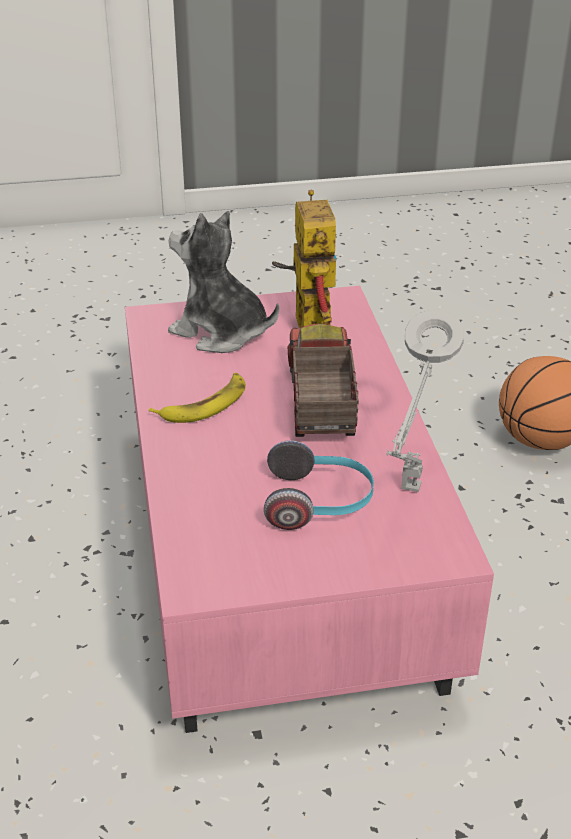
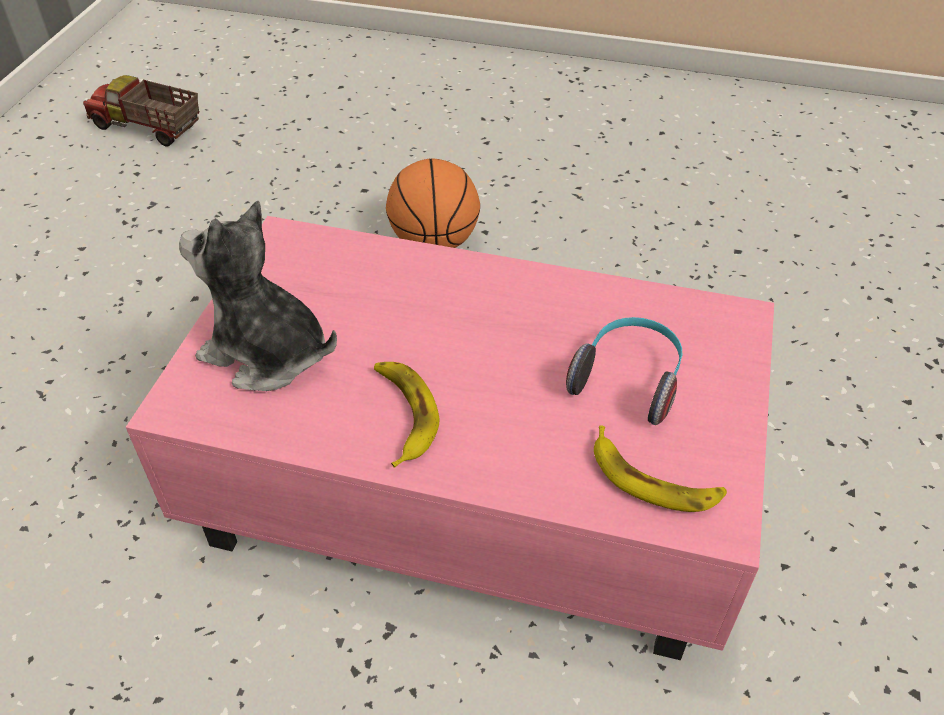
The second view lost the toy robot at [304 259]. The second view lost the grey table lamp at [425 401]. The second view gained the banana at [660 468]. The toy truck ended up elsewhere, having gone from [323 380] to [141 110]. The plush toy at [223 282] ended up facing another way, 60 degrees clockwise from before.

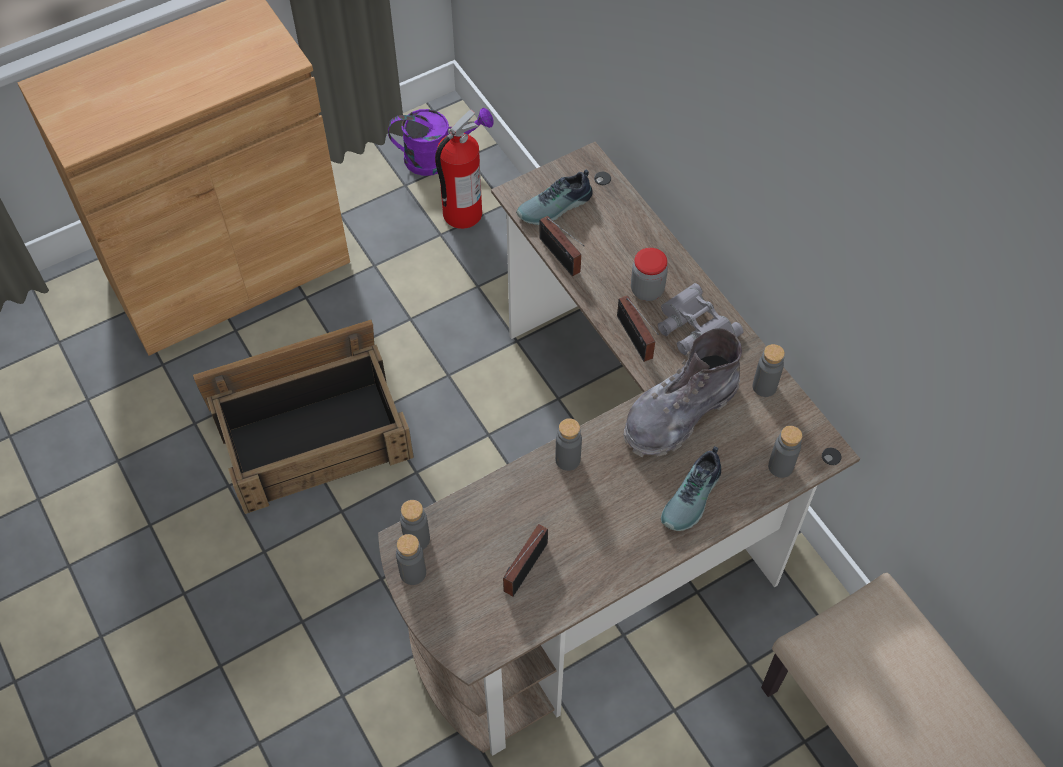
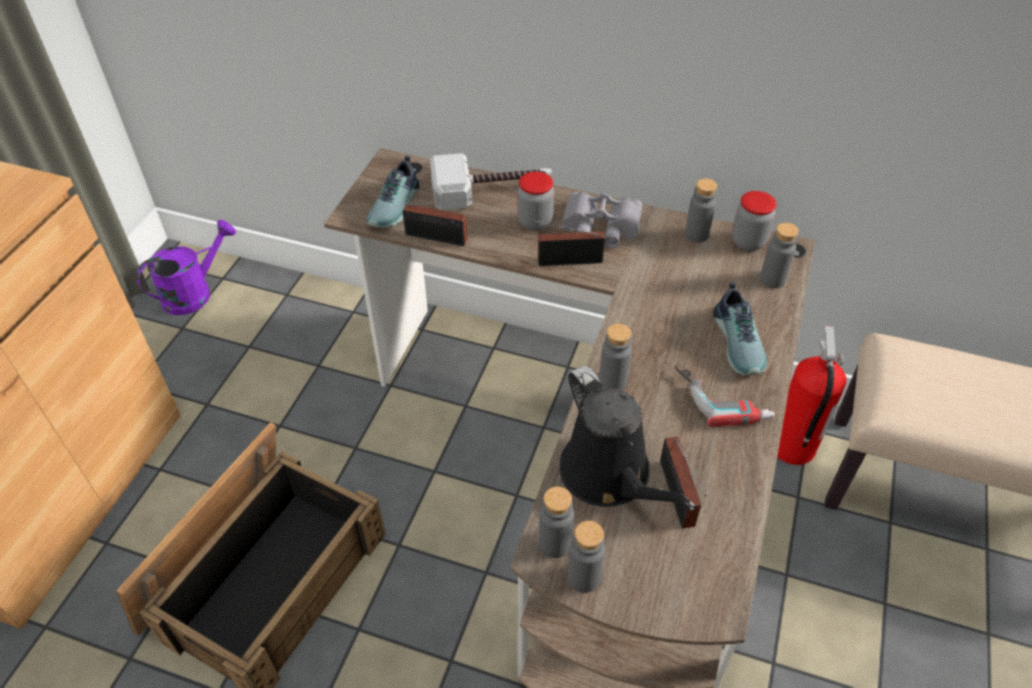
The second view lost the grey boot at [682 392]. The second view gained the hammer at [491 181]. The second view gained the black watering can at [628 438]. The second view gained the power drill at [725 396]. The second view gained the jar at [754 221]. The fire extinguisher ended up elsewhere, having gone from [458 169] to [812 395]. The radio at [638 328] ended up facing another way, 150 degrees clockwise from before.

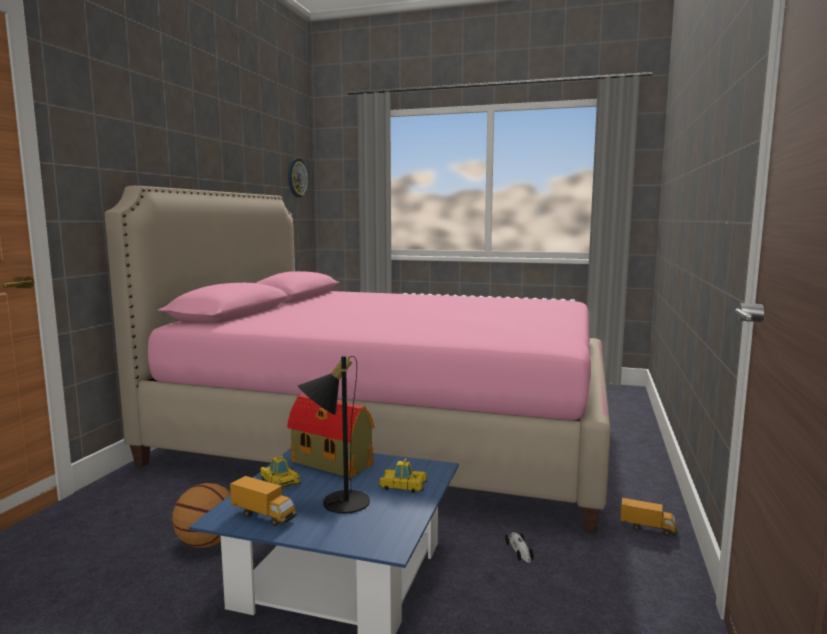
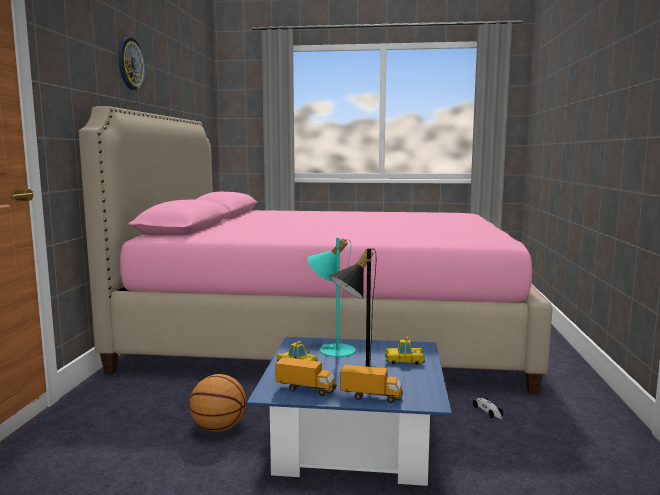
The wall clock ended up elsewhere, having gone from [298 178] to [131 63]. The toy truck ended up elsewhere, having gone from [648 517] to [371 384]. Where the toy house stood at [331 436], the turquoise table lamp came to stand at [331 297].

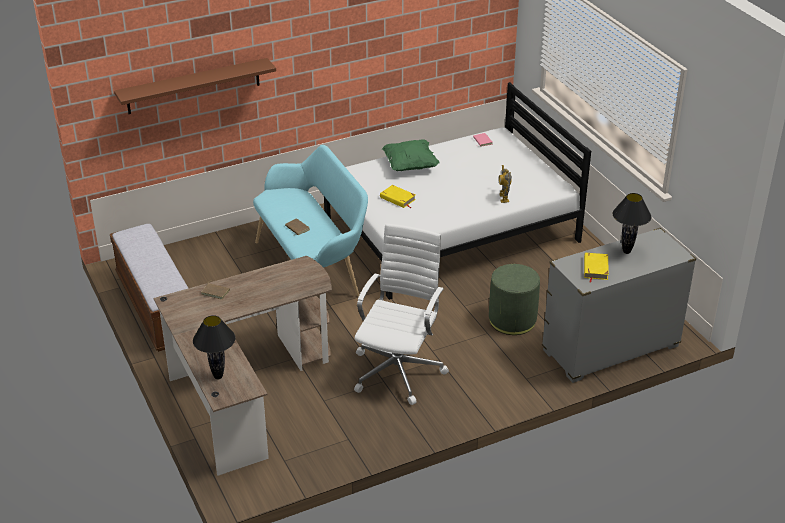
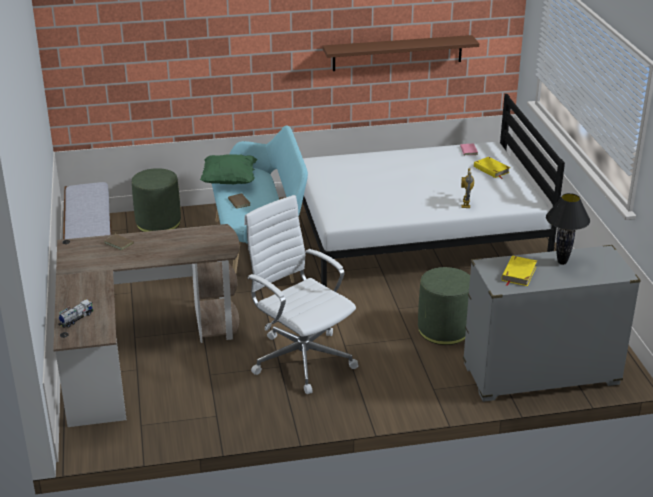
The second view gained the green ottoman at [156 200]. The brown shelf ended up elsewhere, having gone from [195 86] to [401 53]. The yellow book ended up elsewhere, having gone from [398 196] to [492 168]. The green pillow ended up elsewhere, having gone from [411 155] to [229 169]. Where the black table lamp stood at [214 347], the toy truck came to stand at [75 313]. The white office chair at [401 314] ended up facing another way, 75 degrees counterclockwise from before.

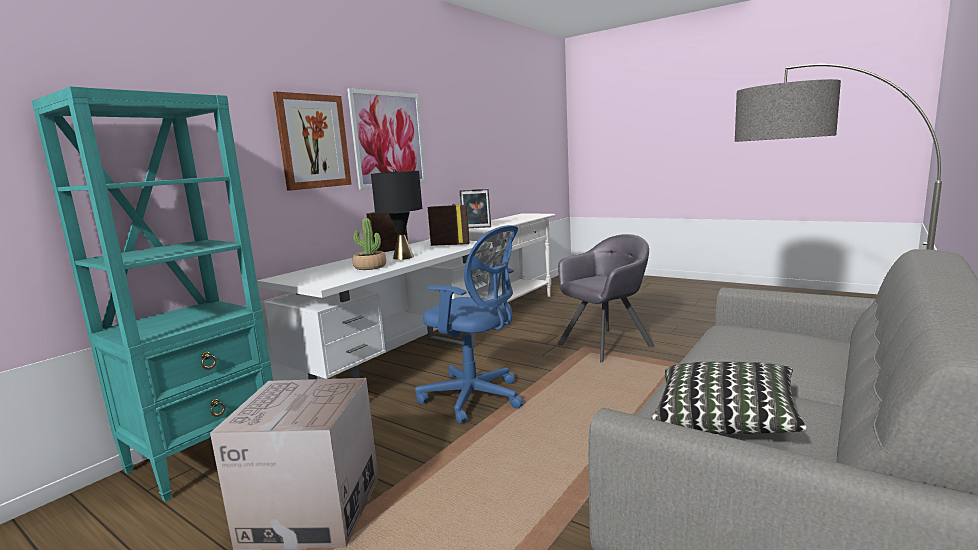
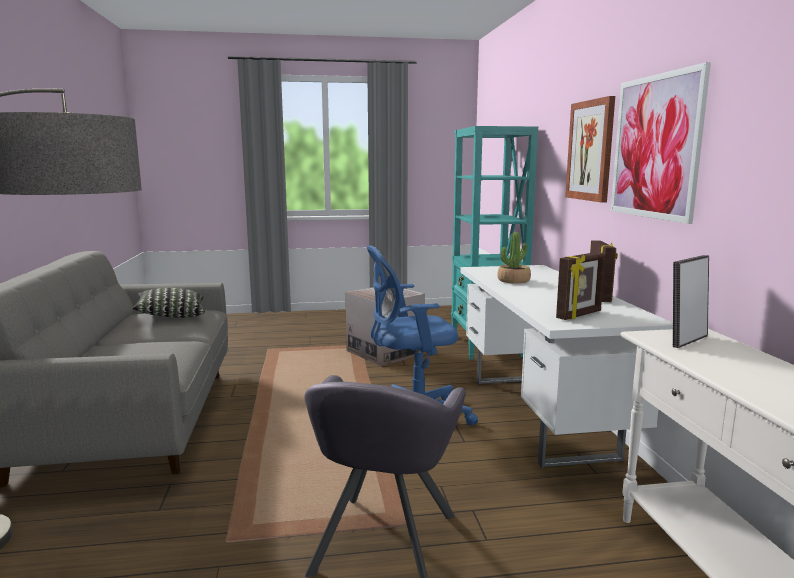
The second view lost the black table lamp at [396 214].

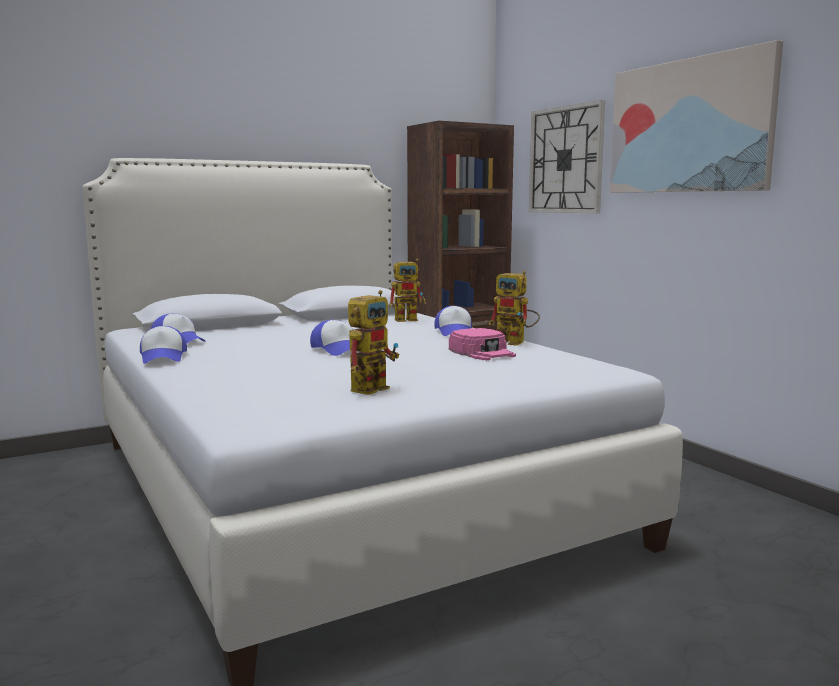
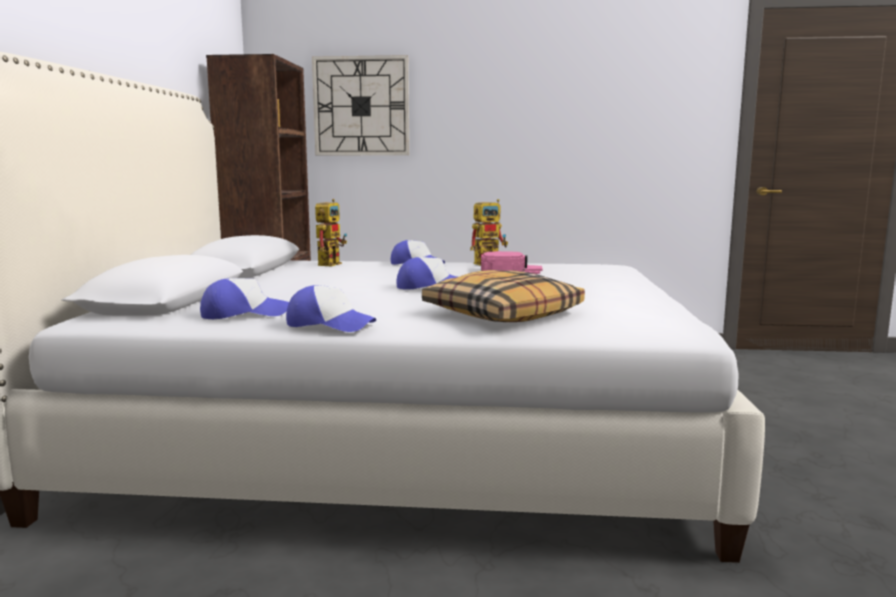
The second view lost the toy robot at [373 342]. The second view lost the picture at [696 116]. The second view gained the pillow at [503 296].

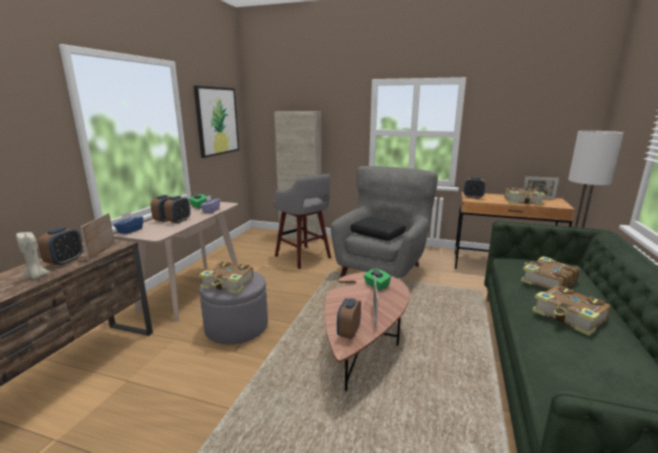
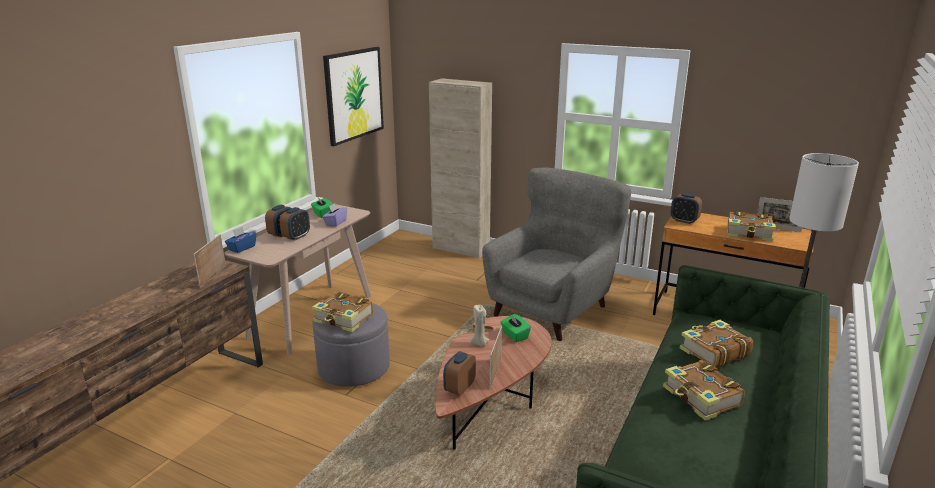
The second view lost the alarm clock at [60 246]. The second view lost the grey stool at [302 221]. The second view lost the black pillow at [378 229]. The beige candle ended up elsewhere, having gone from [33 255] to [479 326].

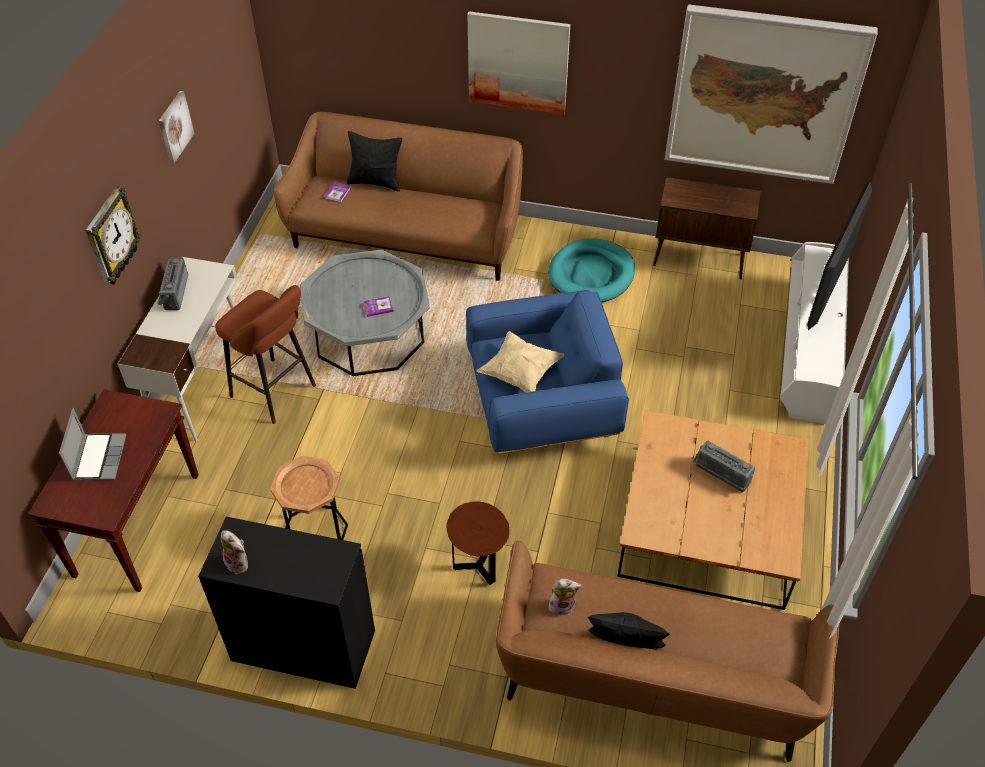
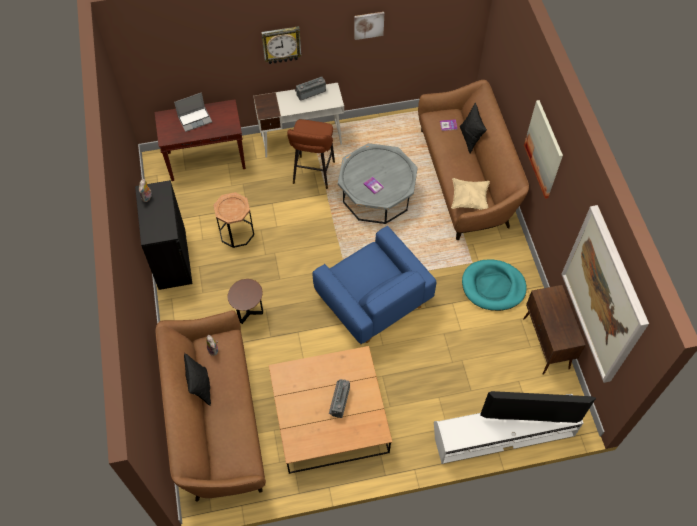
The beige pillow ended up elsewhere, having gone from [520 361] to [470 194].

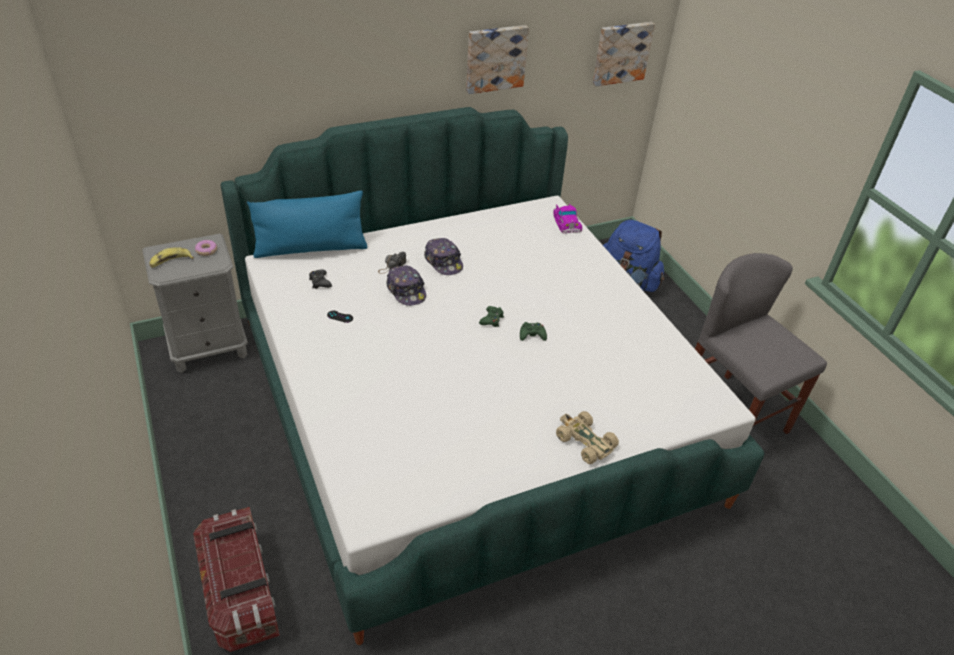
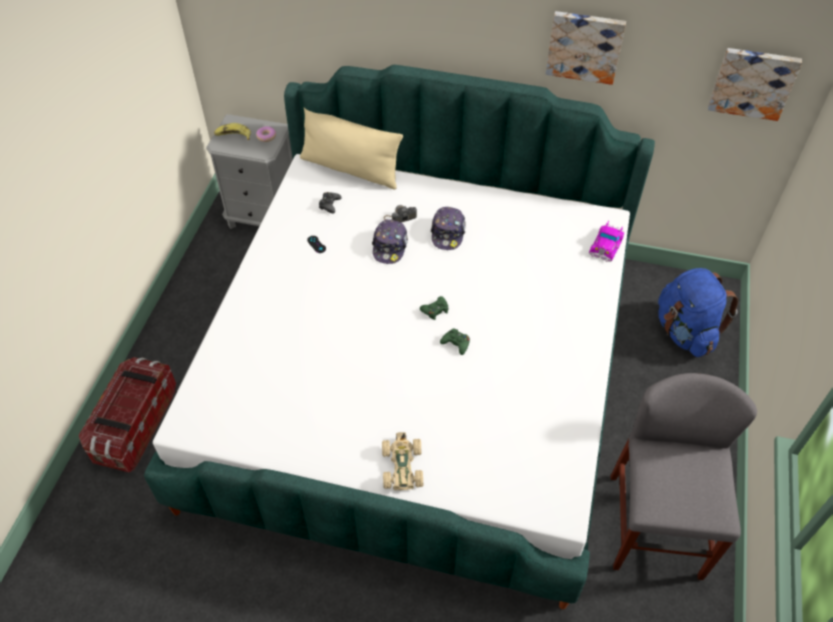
What was the blue pillow at [307 224] turned into the beige pillow at [351 149].

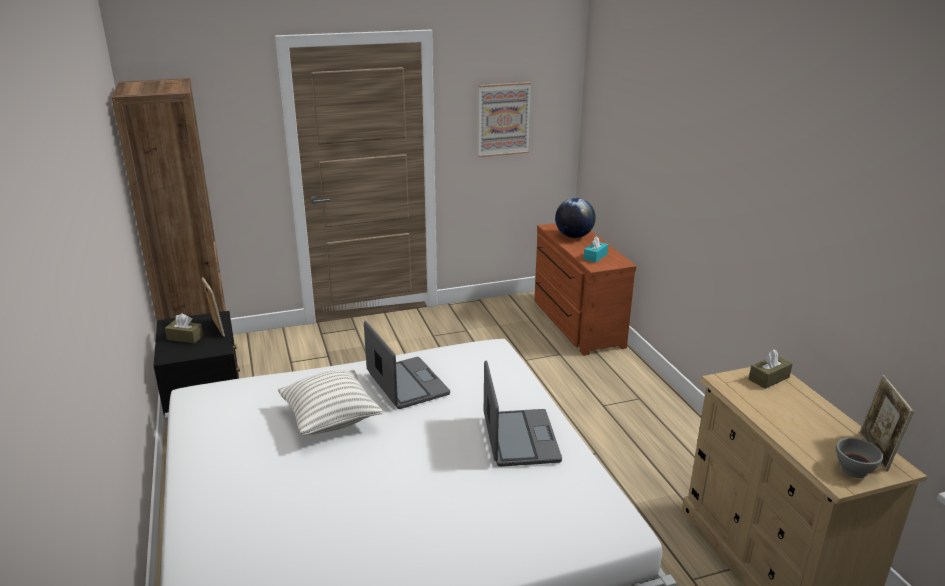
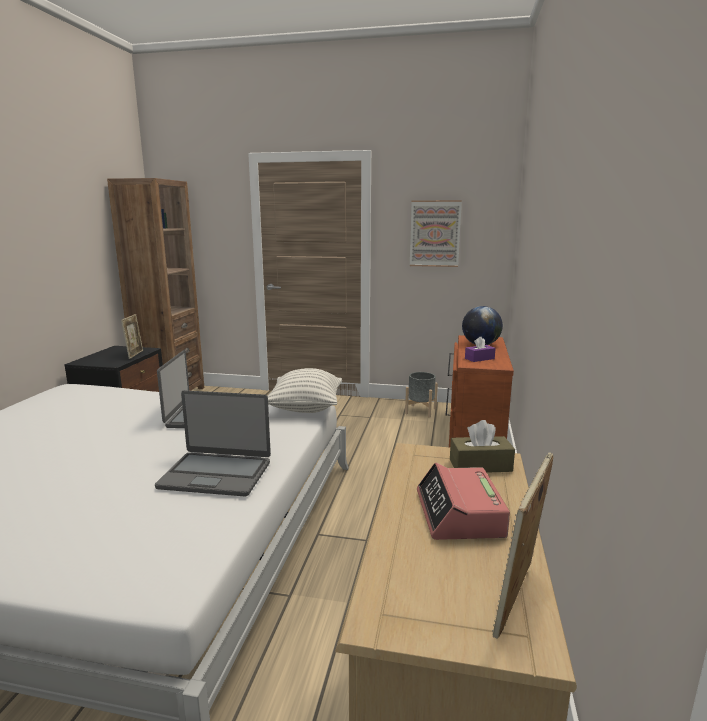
The second view lost the brown tissue box at [184 328]. The second view lost the grey bowl at [859 458]. The second view gained the grey planter at [421 395]. The second view gained the alarm clock at [463 501]. The pillow ended up elsewhere, having gone from [330 402] to [305 390]. What was the turquoise tissue box at [596 249] turned into the purple tissue box at [480 349]. The laptop at [523 413] ended up facing another way, 75 degrees clockwise from before.

